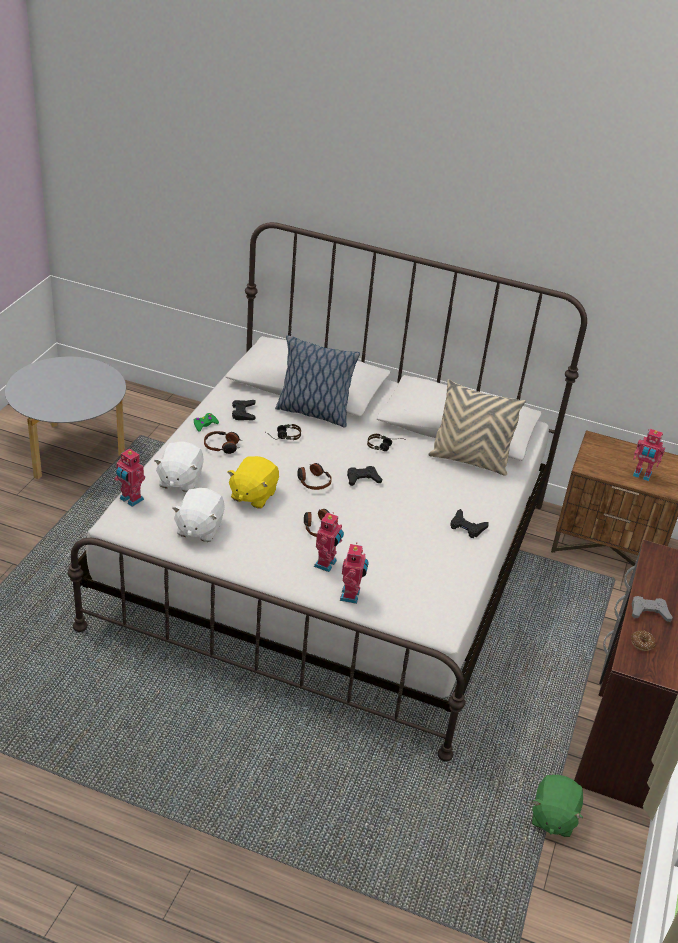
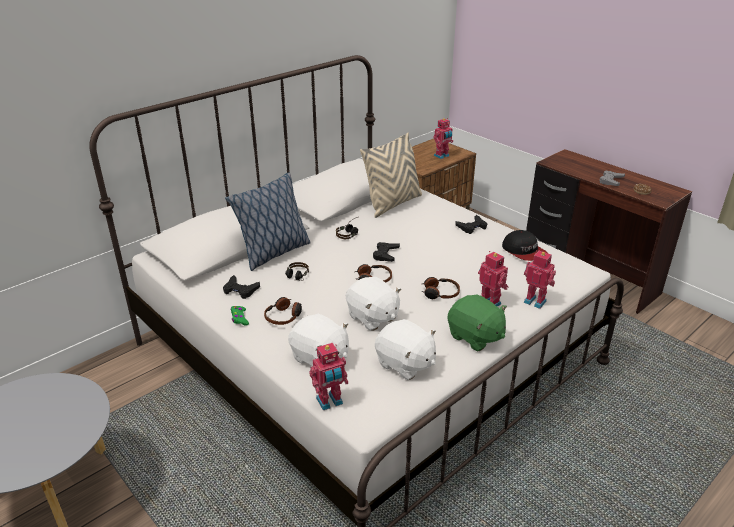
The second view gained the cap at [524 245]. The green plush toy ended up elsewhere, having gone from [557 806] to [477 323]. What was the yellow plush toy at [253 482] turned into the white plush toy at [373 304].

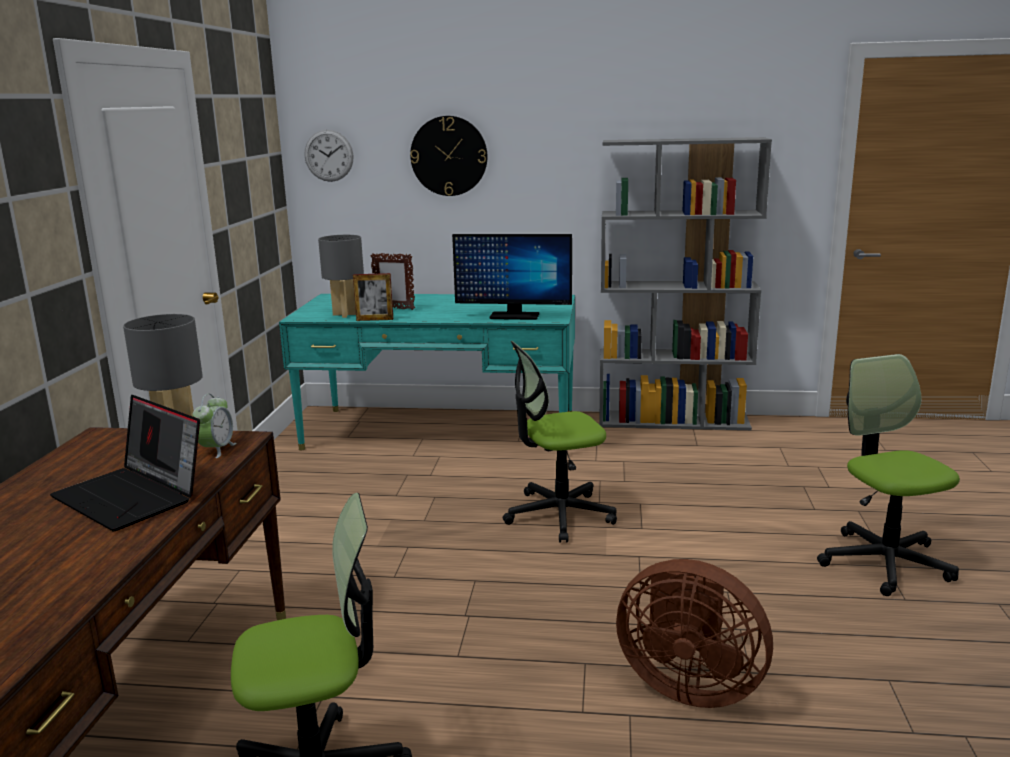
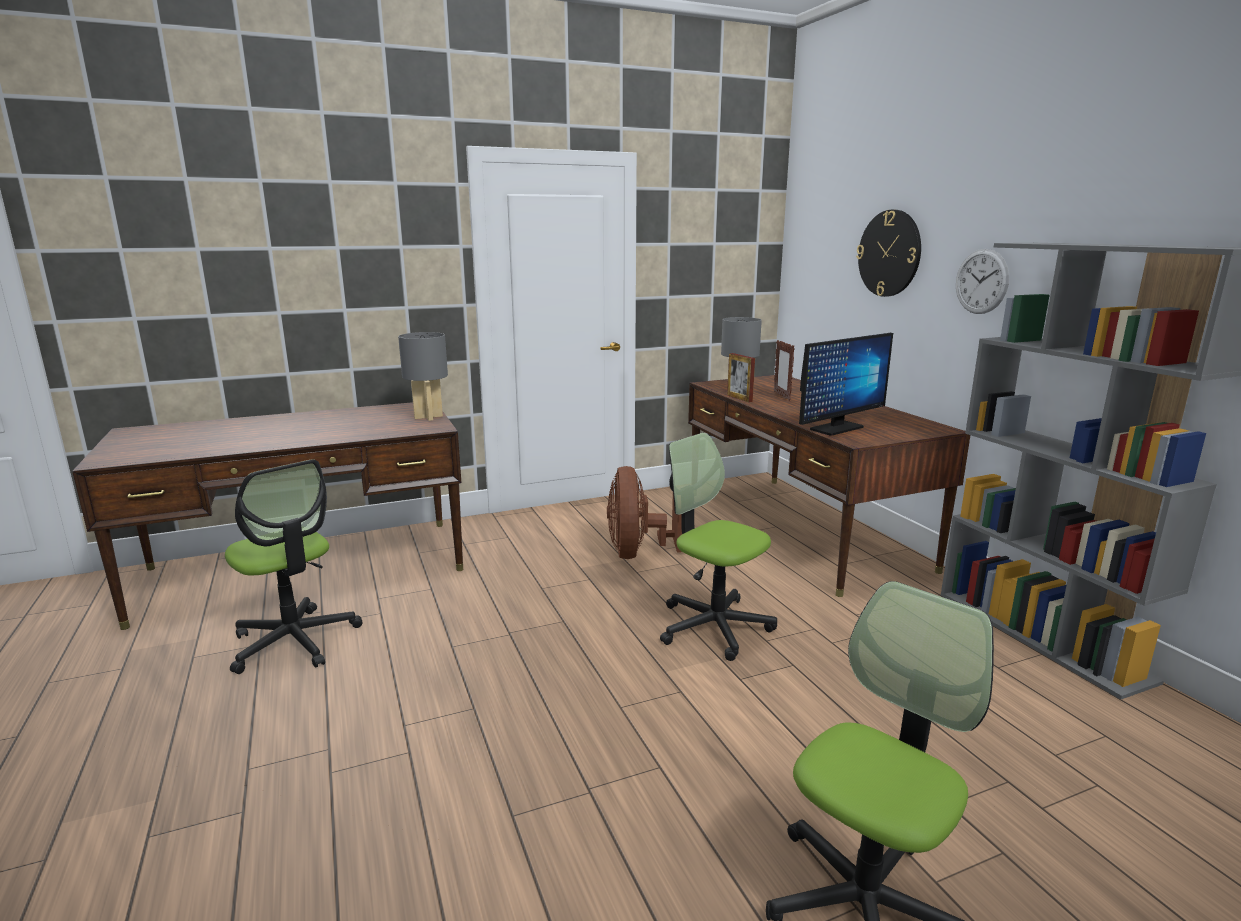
The second view lost the laptop at [125 463]. The second view lost the alarm clock at [214 426]. The wall clock ended up elsewhere, having gone from [329 156] to [982 281]. The brown fan ended up elsewhere, having gone from [694 633] to [644 512]. What was the turquoise desk at [427 372] turned into the brown desk at [829 486]. The monitor at [512 277] ended up facing another way, 105 degrees counterclockwise from before.

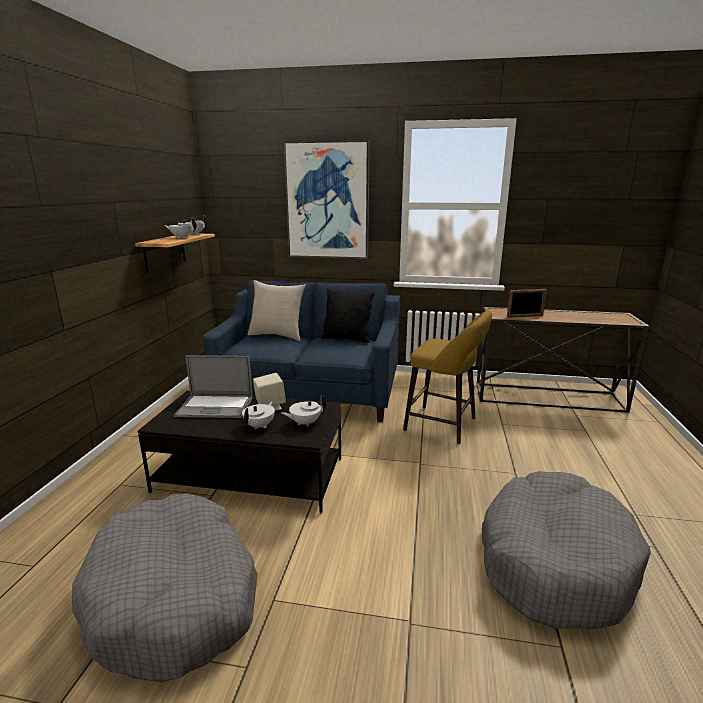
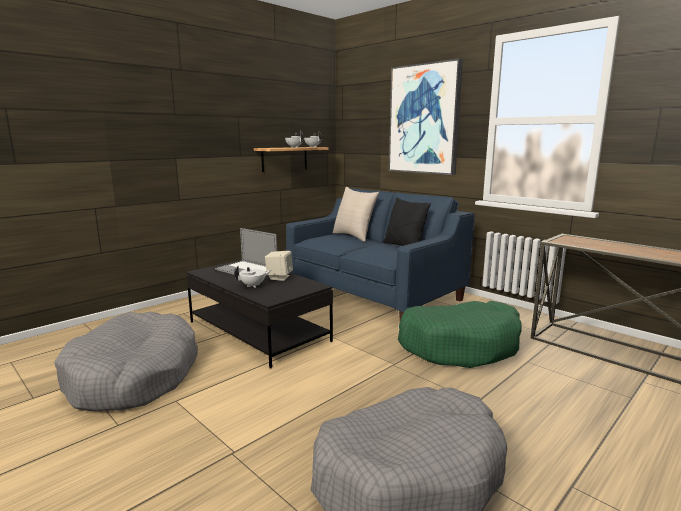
The second view lost the white teapot at [303 411]. The second view lost the picture frame at [527 303]. Where the yellow stool stood at [447 377], the green dog bed came to stand at [460 334].

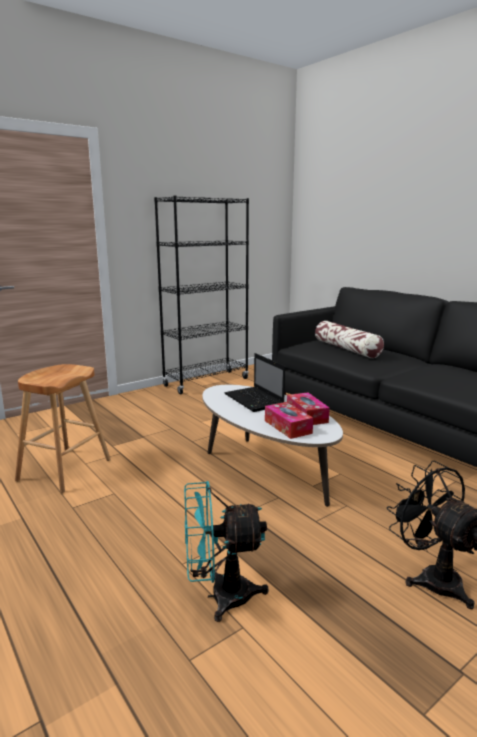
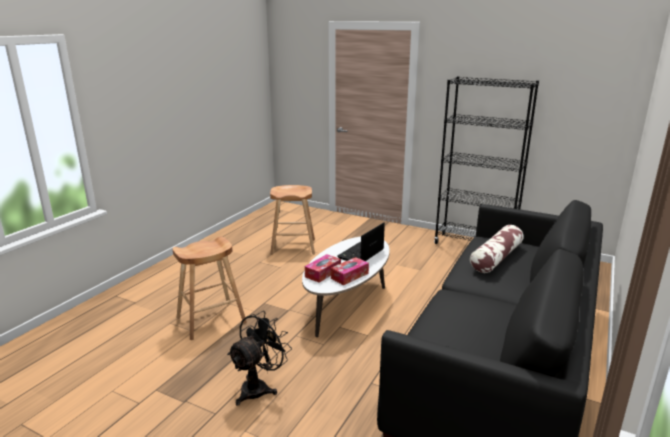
Where the turquoise fan stood at [226 551], the brown stool came to stand at [210 288].

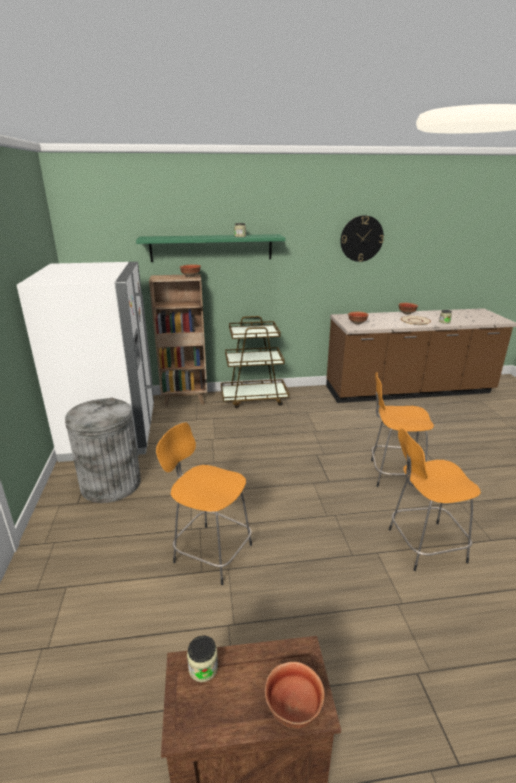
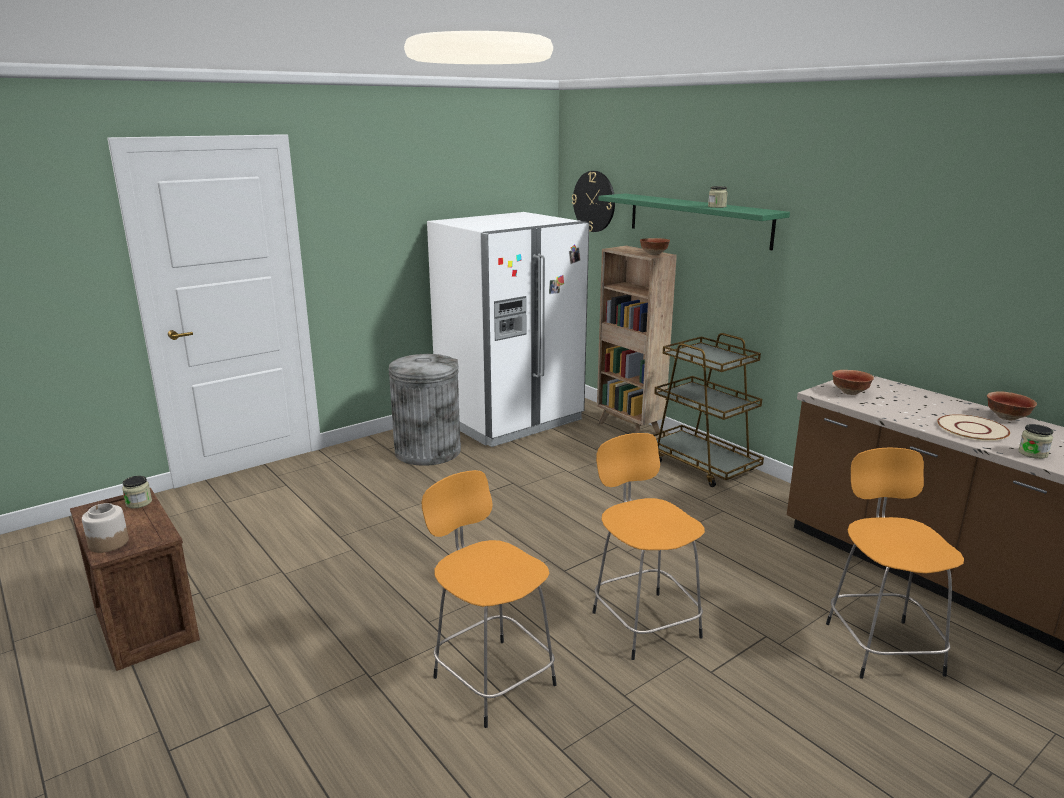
The orange stool ended up elsewhere, having gone from [204 503] to [895 563]. The wall clock ended up elsewhere, having gone from [362 238] to [593 201]. Where the bowl stood at [295 695], the jar came to stand at [105 528].

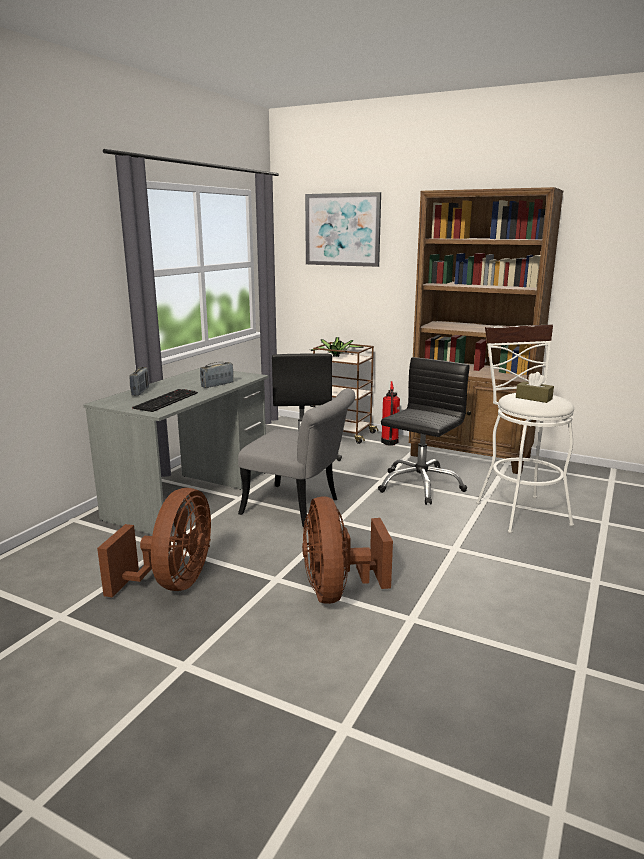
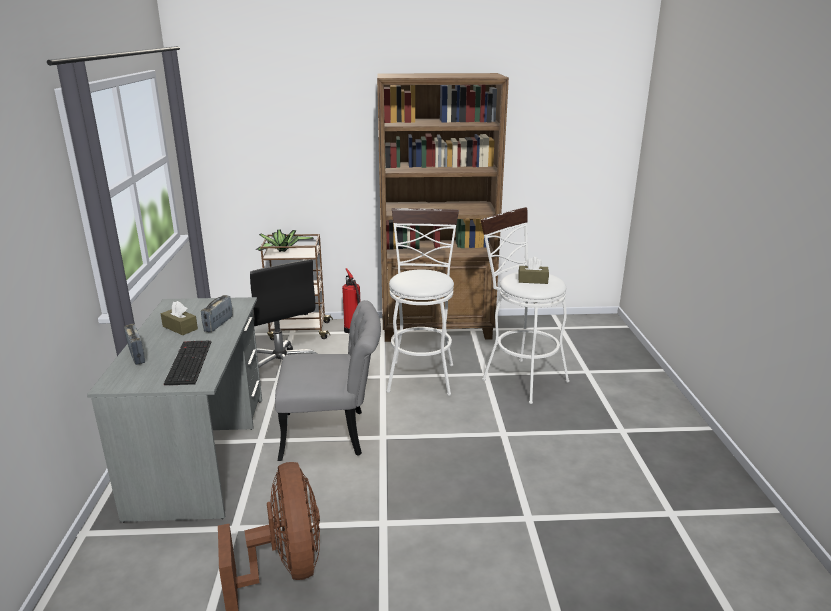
The second view lost the brown fan at [347 550]. The second view lost the picture at [343 229]. The second view gained the brown tissue box at [179 318]. Where the black office chair stood at [424 431], the white stool came to stand at [422 302].

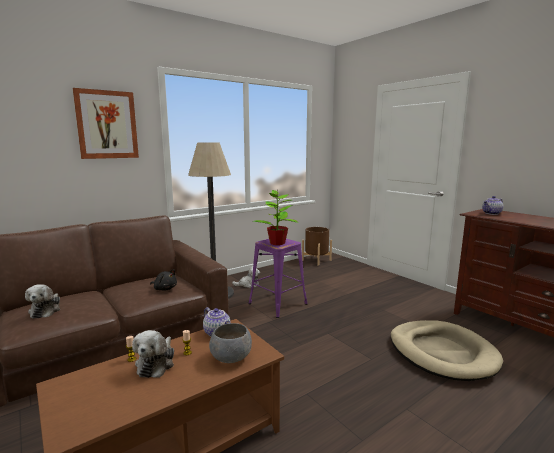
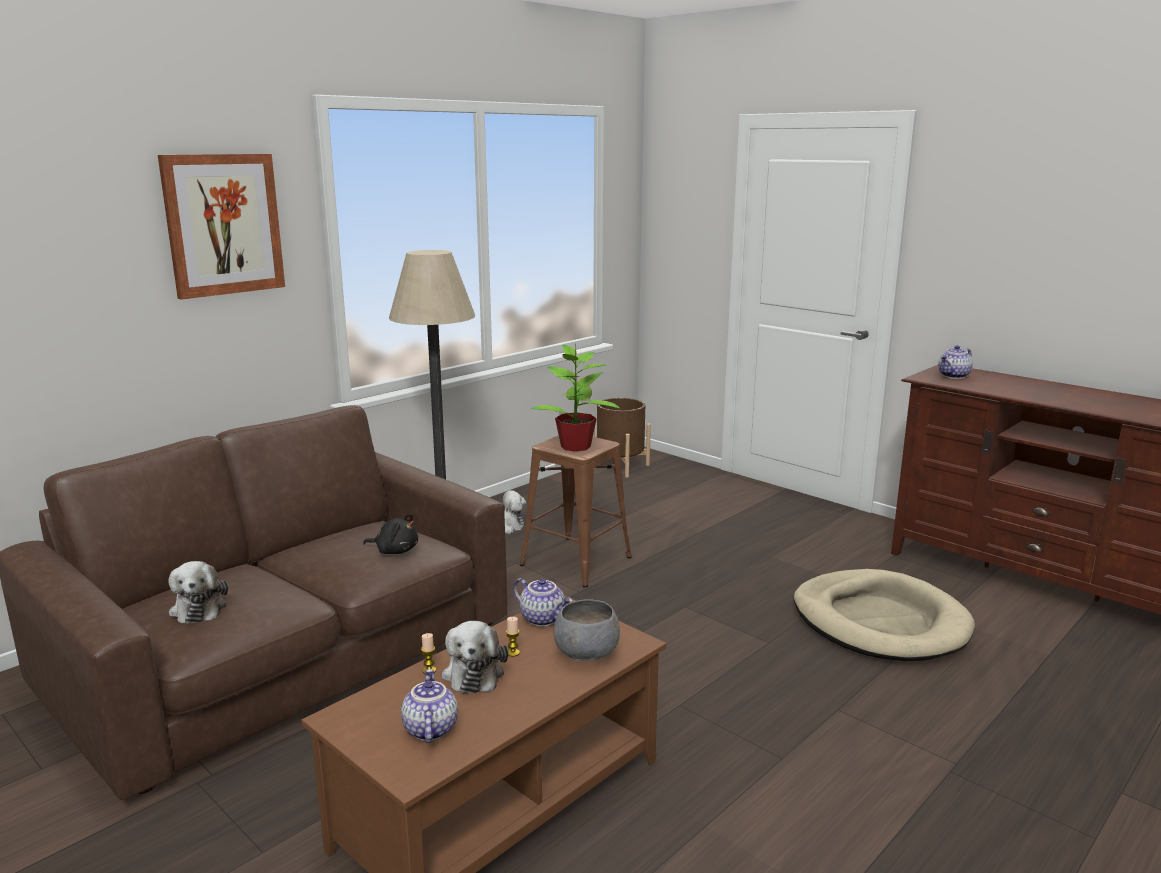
The second view gained the teapot at [429 706]. What was the purple stool at [278 278] turned into the brown stool at [576 511].

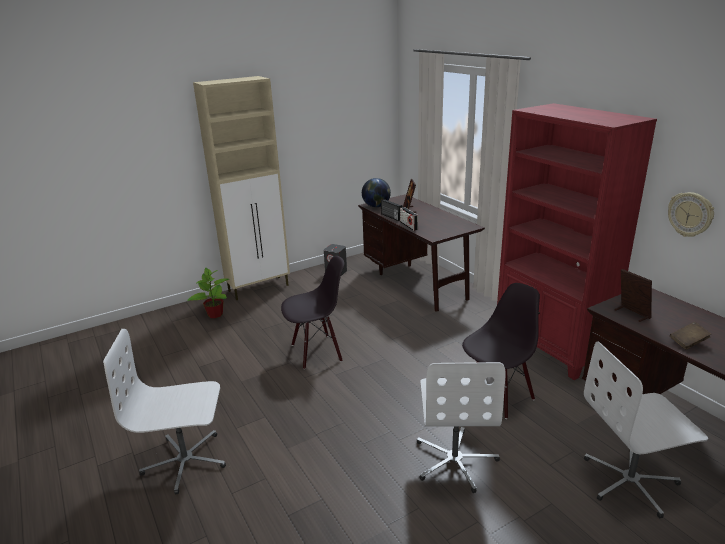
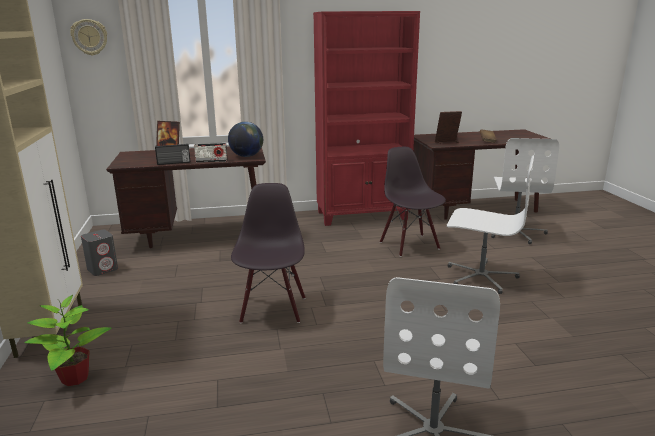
The globe ended up elsewhere, having gone from [376 192] to [245 139]. The wall clock ended up elsewhere, having gone from [691 214] to [88 37].

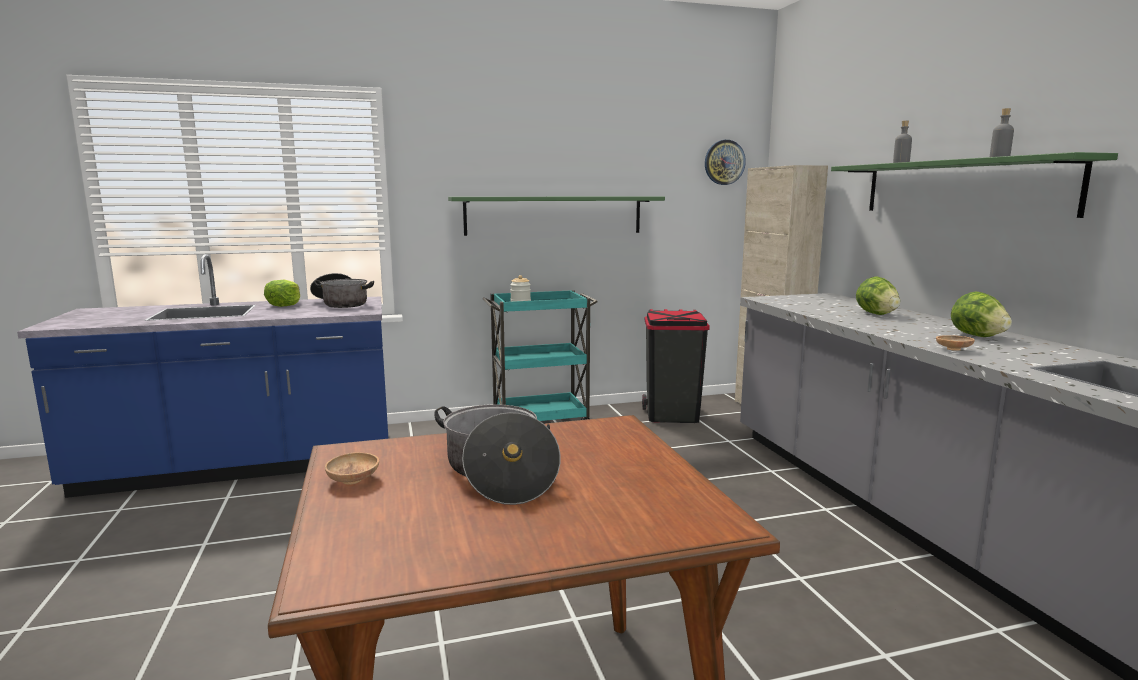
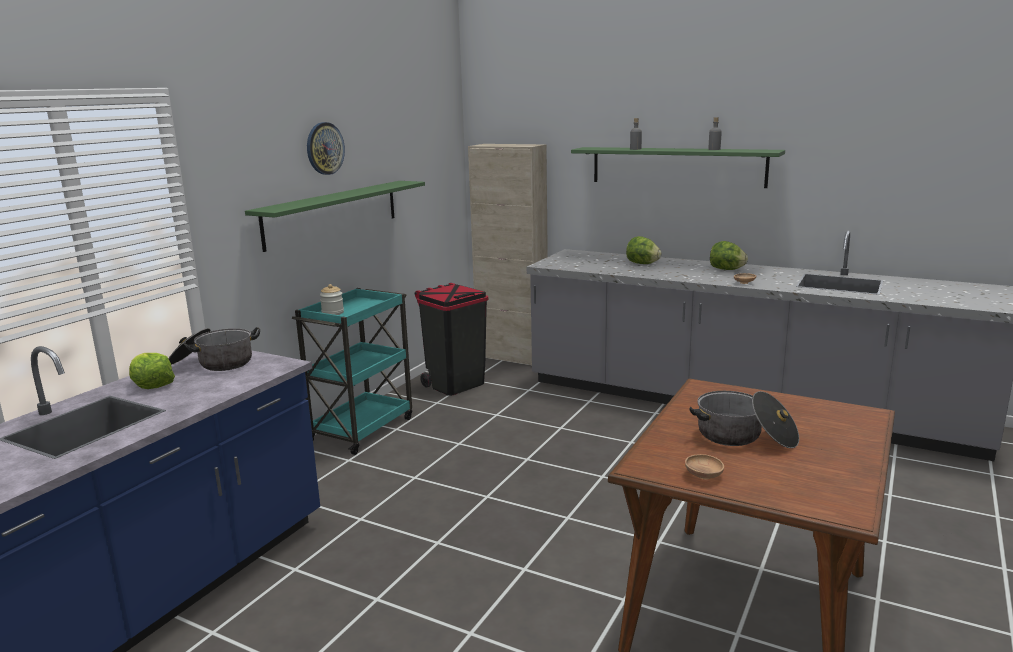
The wall clock ended up elsewhere, having gone from [725 162] to [326 148].

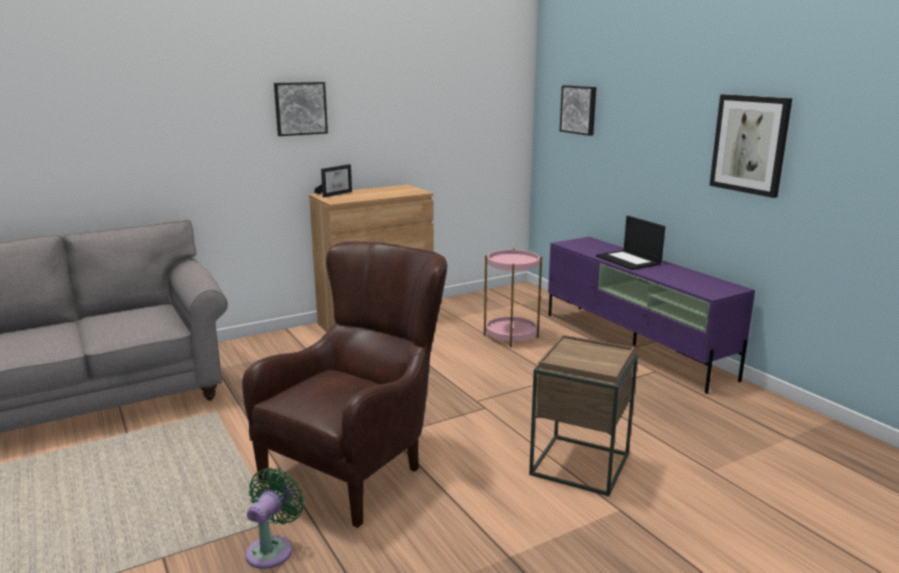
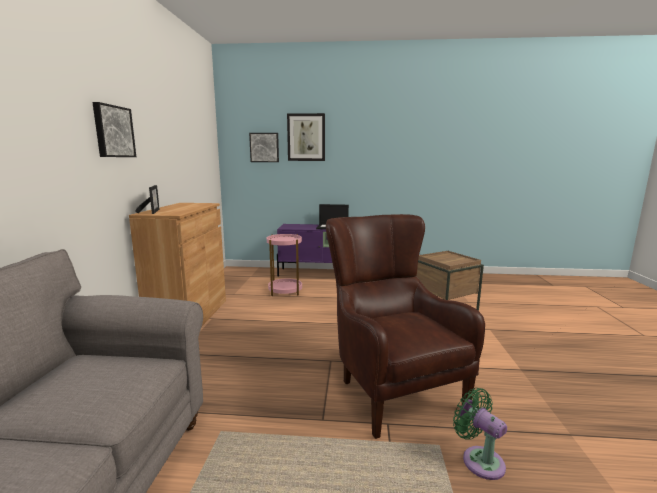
The picture ended up elsewhere, having gone from [750 146] to [306 137].

